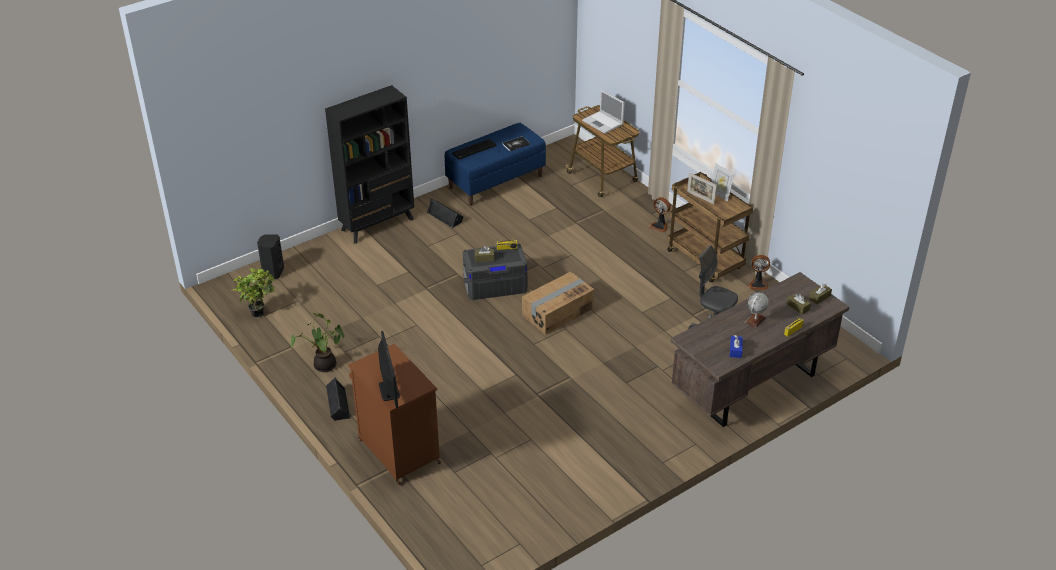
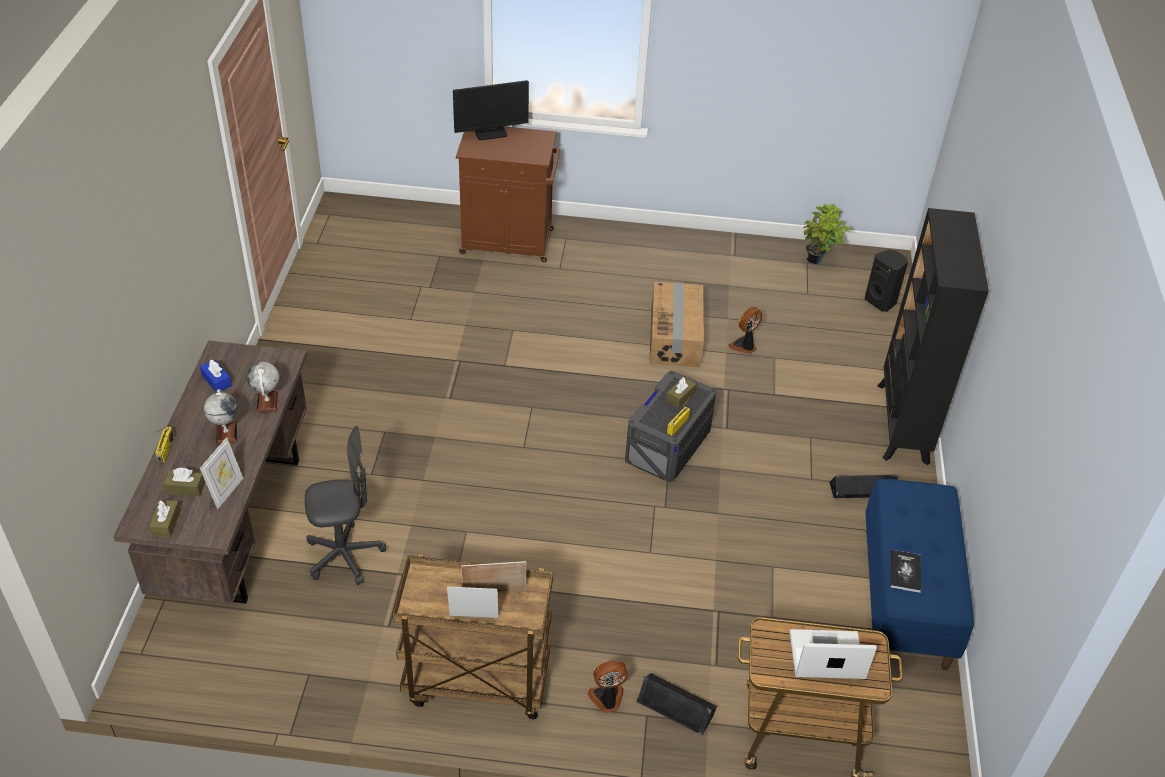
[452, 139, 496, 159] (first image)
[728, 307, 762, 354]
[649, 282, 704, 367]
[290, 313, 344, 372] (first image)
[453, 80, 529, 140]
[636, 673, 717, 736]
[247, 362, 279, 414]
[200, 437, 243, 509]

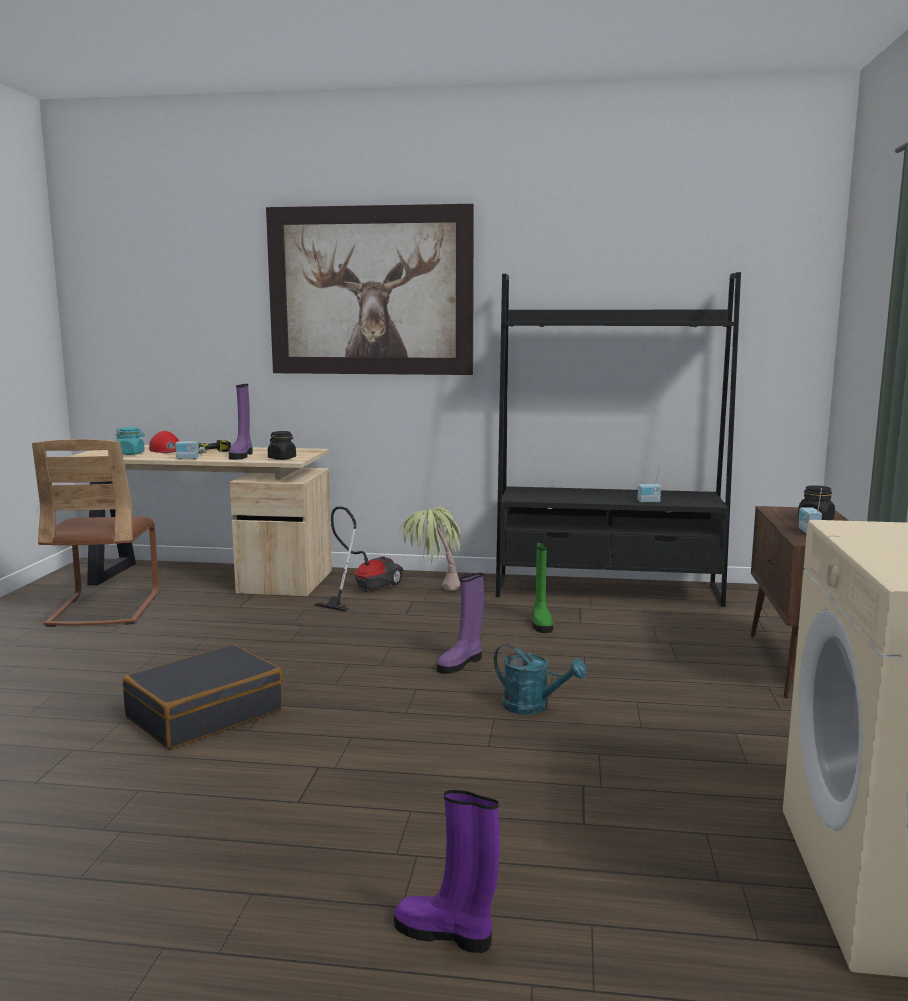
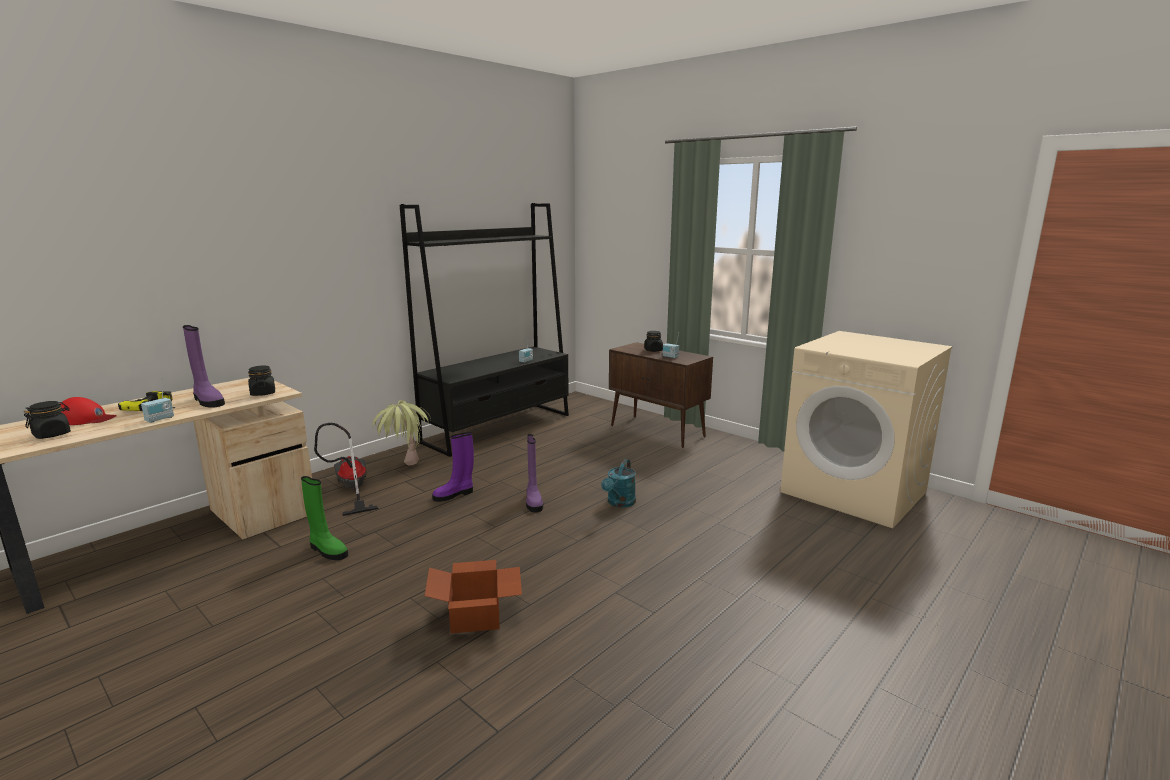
[266, 204, 474, 375] (first image)
[24, 401, 71, 439]
[32, 439, 159, 627] (first image)
[301, 476, 348, 560]
[425, 560, 522, 634]
[601, 459, 636, 507]
[432, 432, 474, 502]

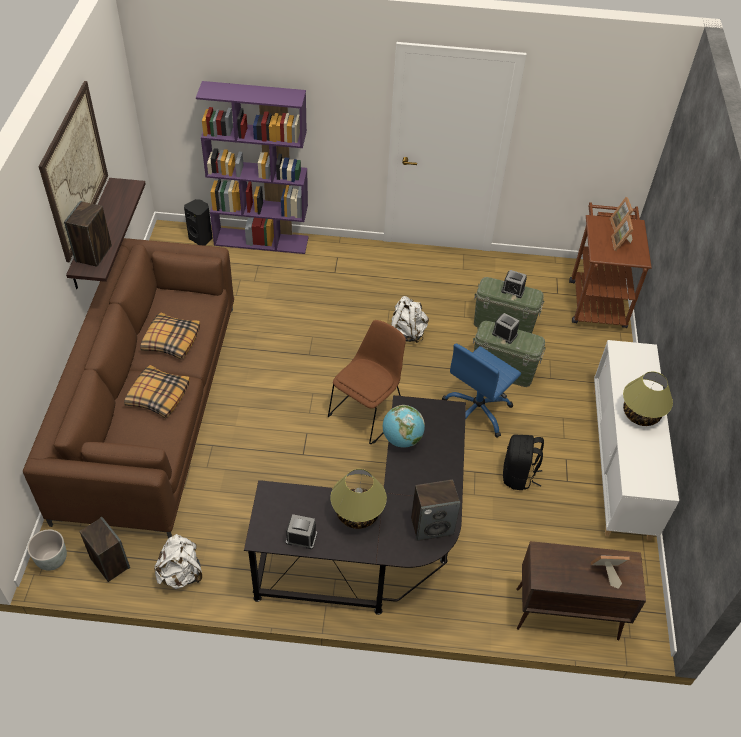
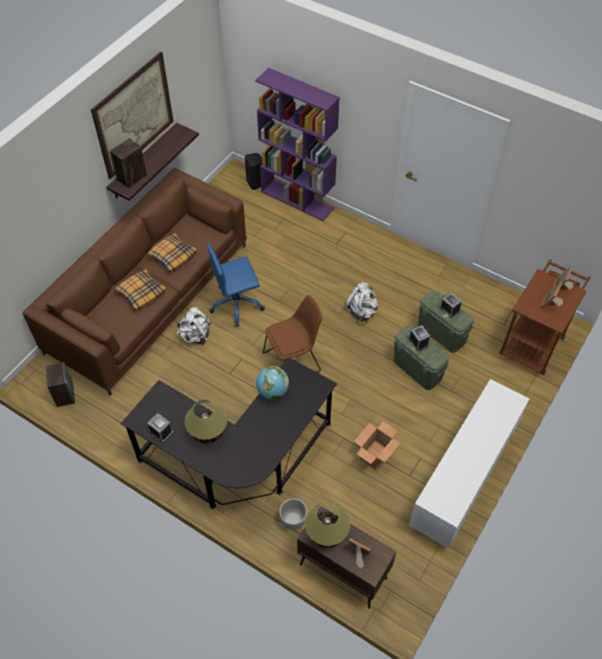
[207, 245, 265, 327]
[305, 503, 350, 548]
[354, 421, 400, 469]
[411, 480, 461, 541] (first image)
[279, 498, 307, 530]
[176, 307, 211, 345]

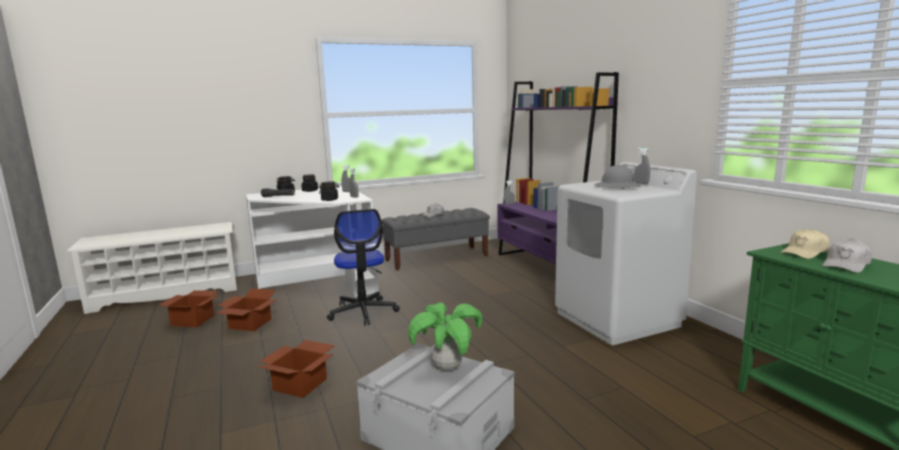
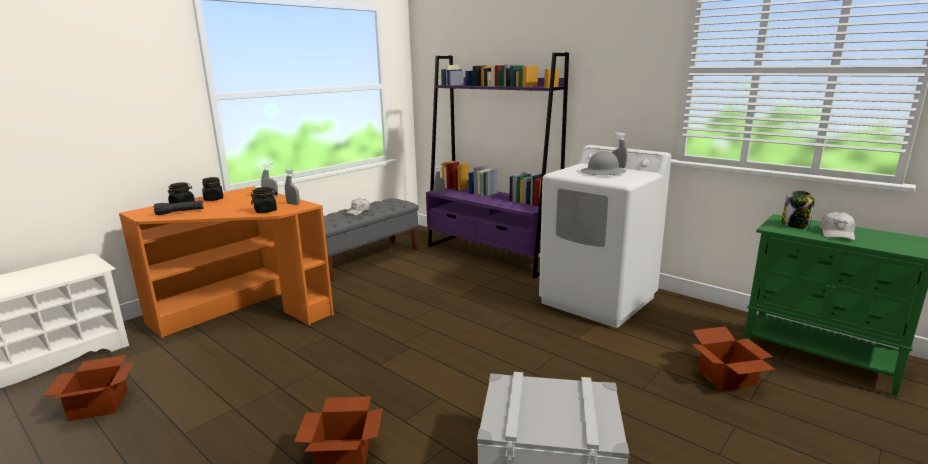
[119, 187, 334, 338]
[327, 209, 400, 326] (first image)
[781, 190, 815, 229]
[692, 326, 776, 390]
[408, 302, 483, 371] (first image)

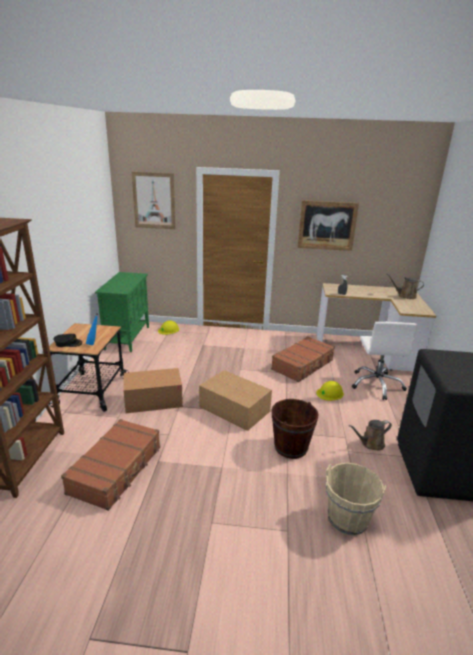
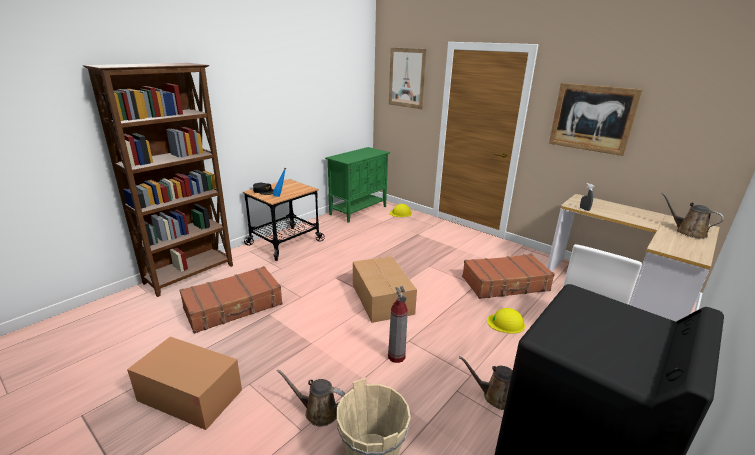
[127, 337, 242, 430]
[388, 286, 408, 363]
[277, 369, 345, 427]

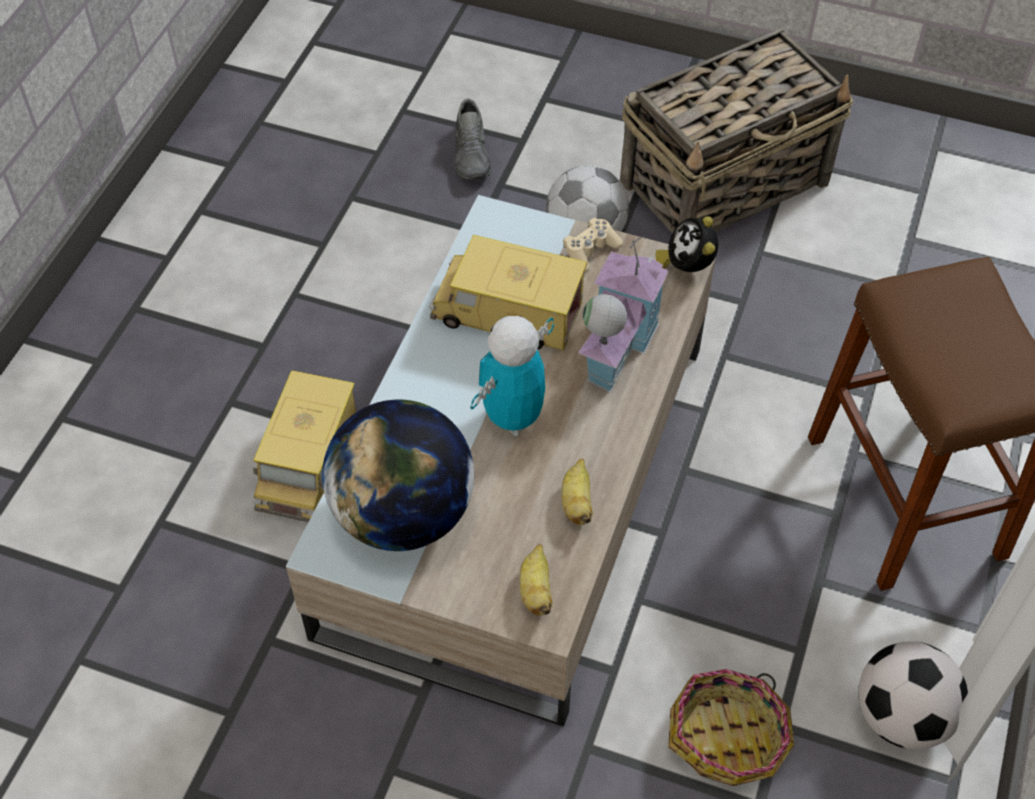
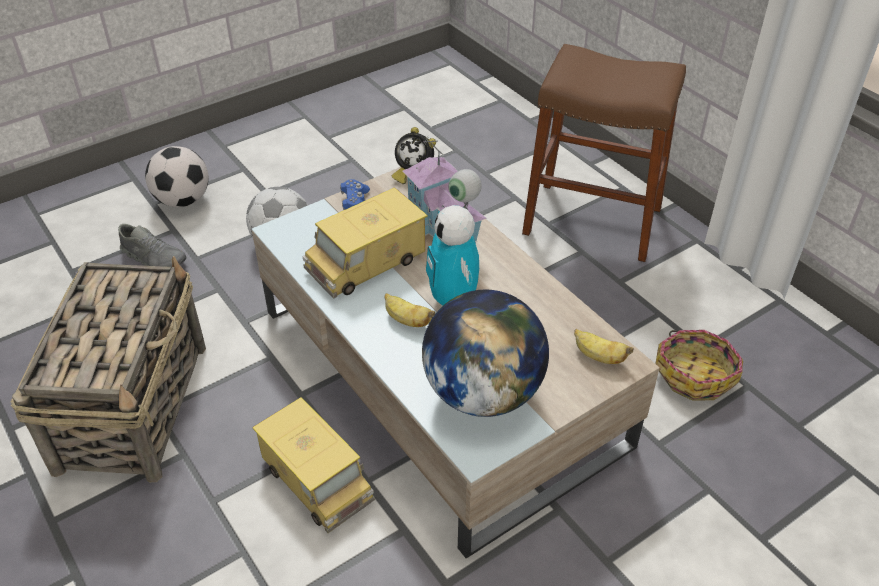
[11, 256, 206, 482]
[340, 179, 370, 210]
[385, 293, 435, 327]
[145, 146, 209, 207]

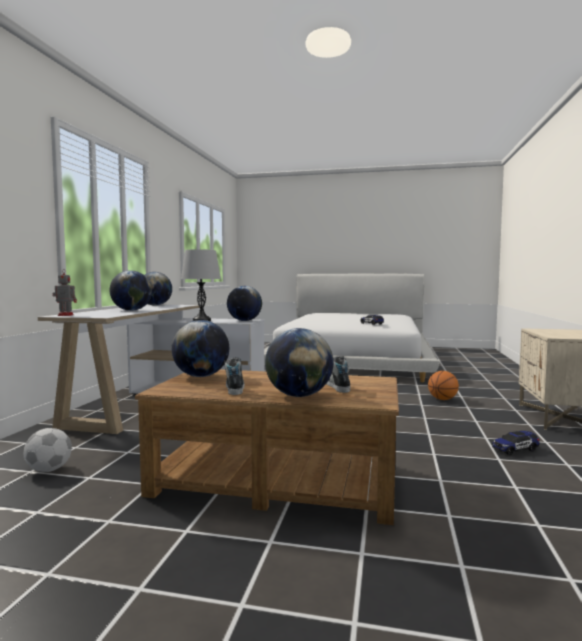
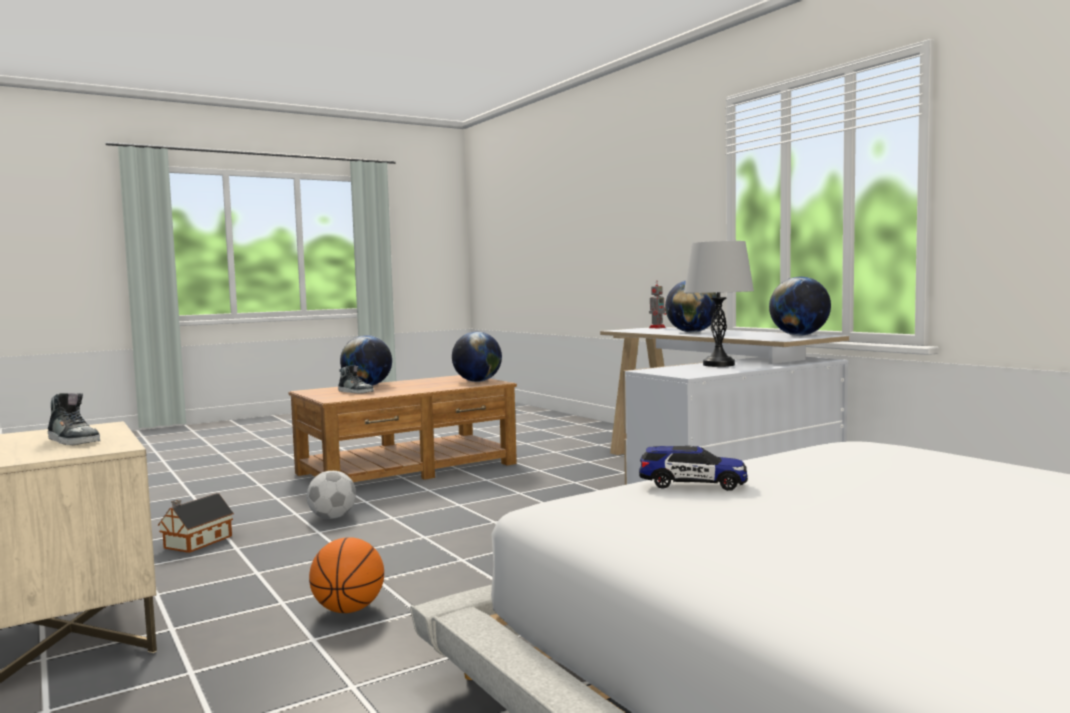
[227, 286, 262, 321] (first image)
[48, 393, 100, 445]
[307, 471, 356, 519]
[158, 493, 234, 553]

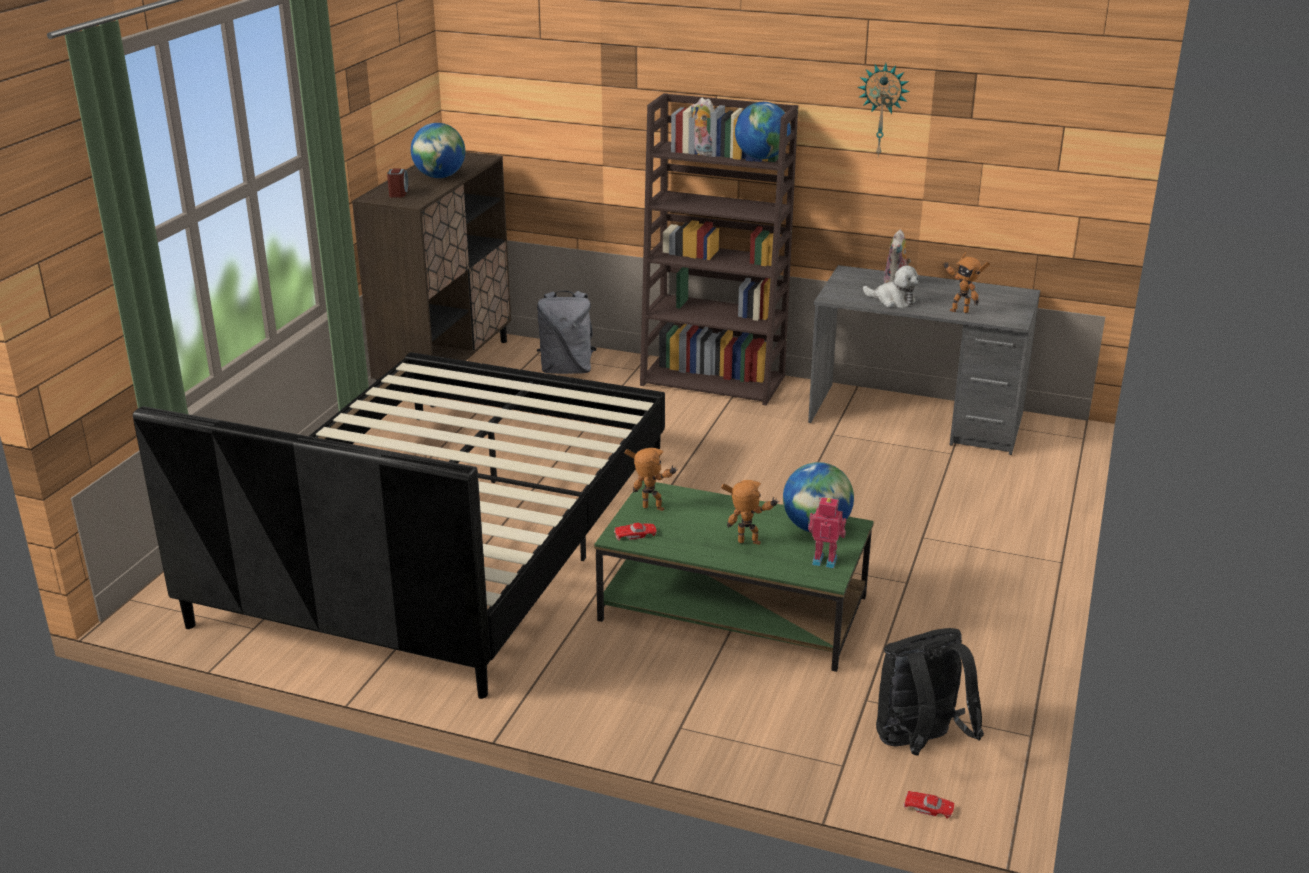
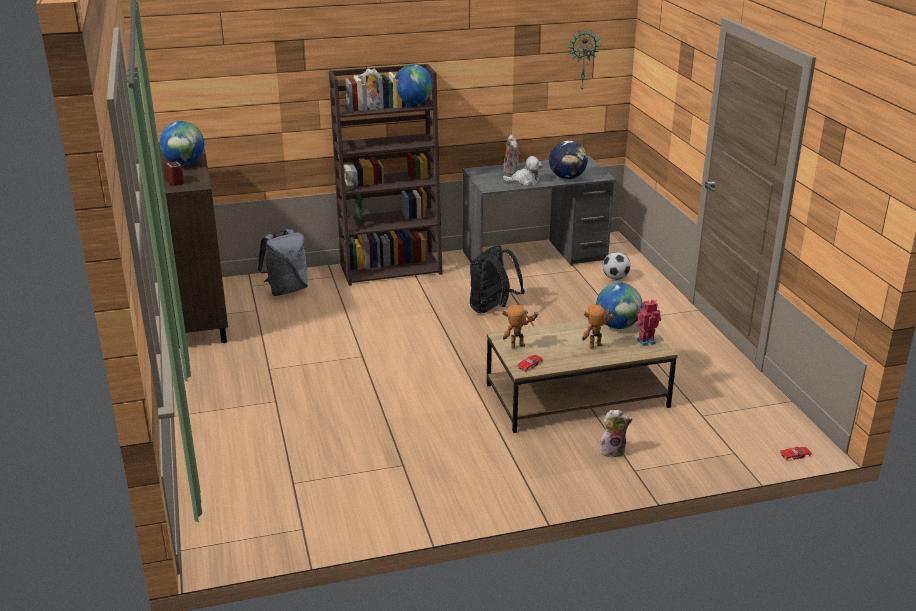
[568, 29, 601, 89]
[549, 140, 588, 179]
[133, 352, 665, 699] (first image)
[487, 319, 678, 433]
[470, 245, 525, 313]
[603, 252, 631, 280]
[599, 410, 632, 458]

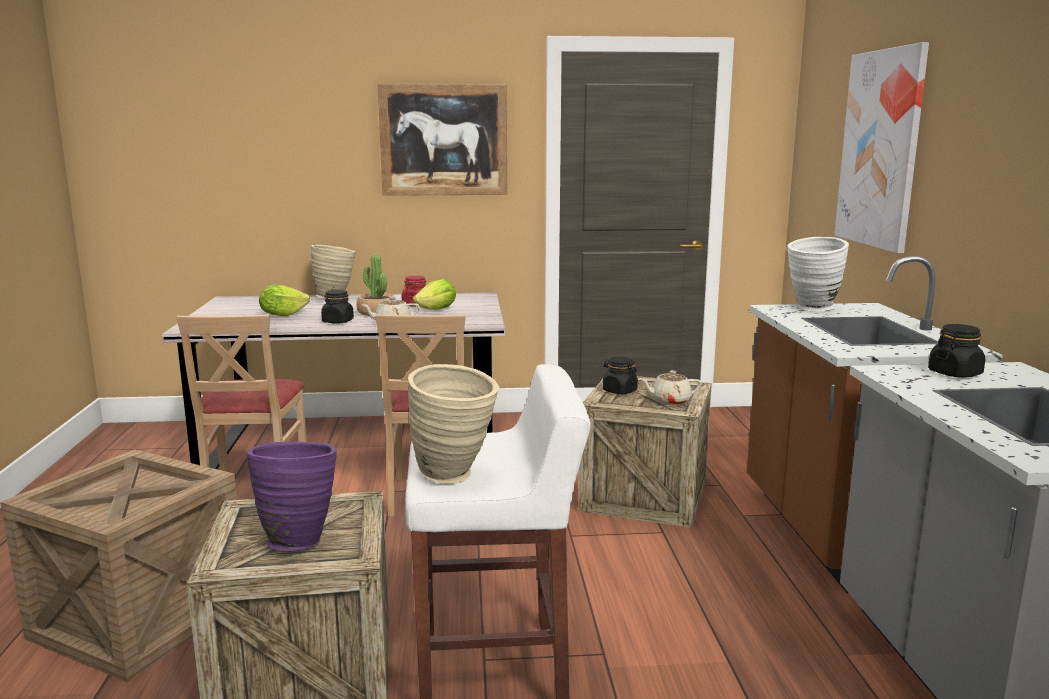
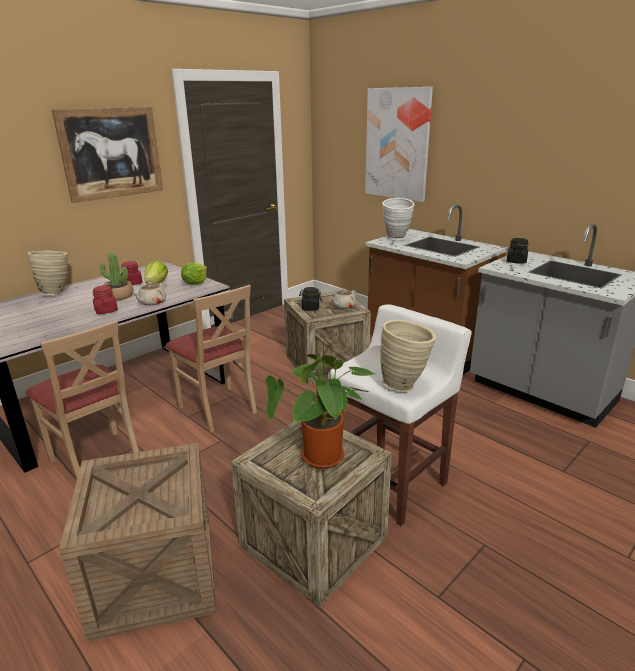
[181, 262, 207, 285]
[93, 285, 118, 314]
[266, 349, 375, 469]

